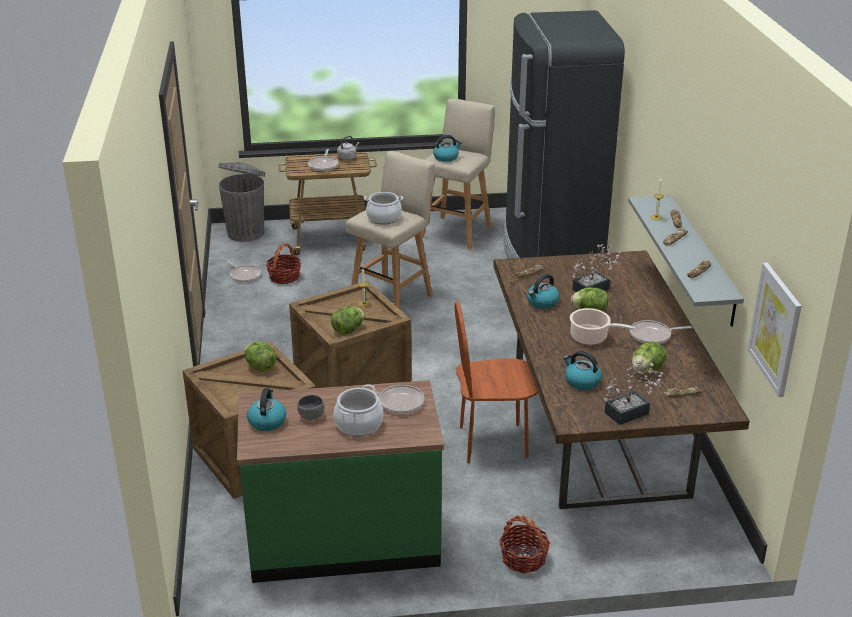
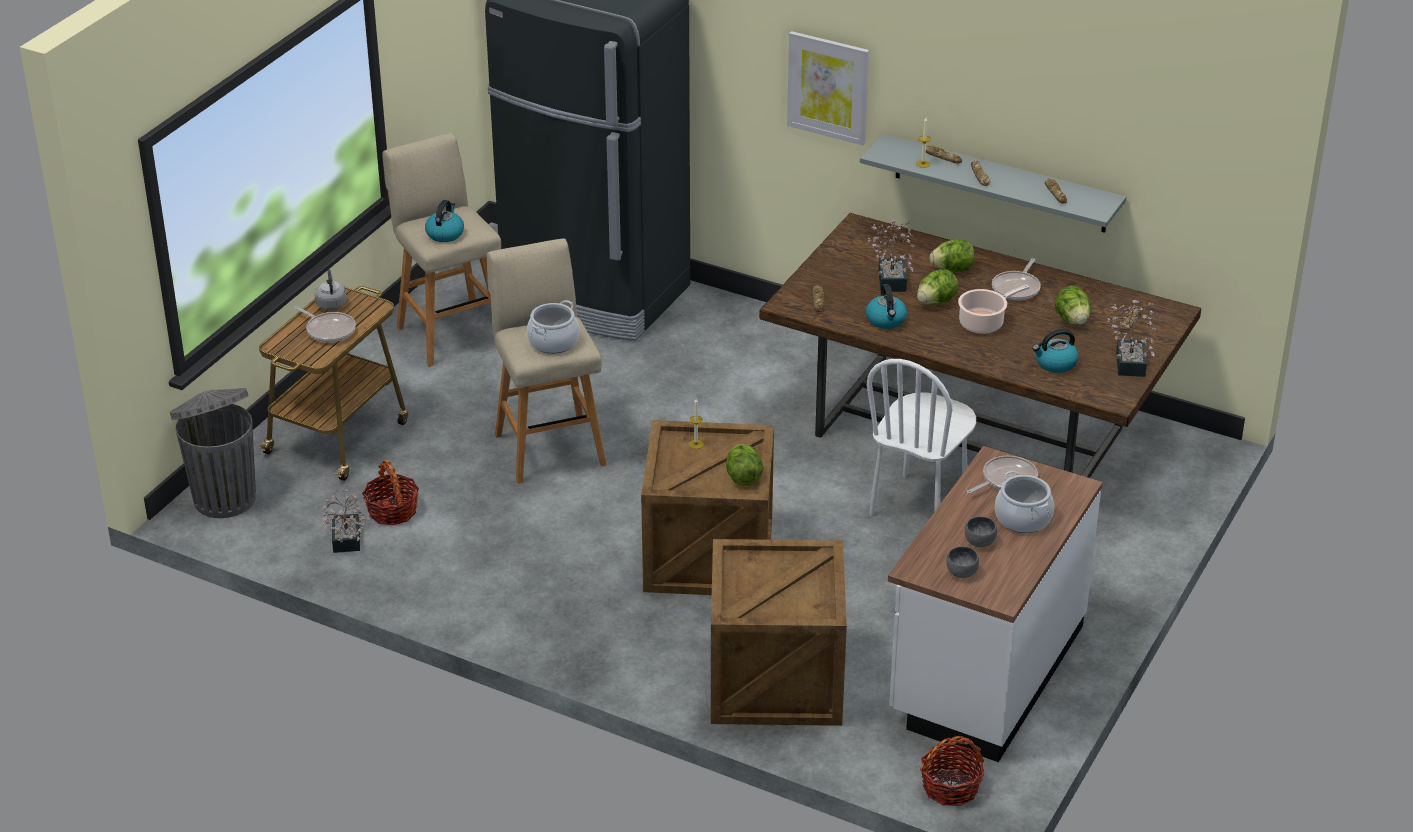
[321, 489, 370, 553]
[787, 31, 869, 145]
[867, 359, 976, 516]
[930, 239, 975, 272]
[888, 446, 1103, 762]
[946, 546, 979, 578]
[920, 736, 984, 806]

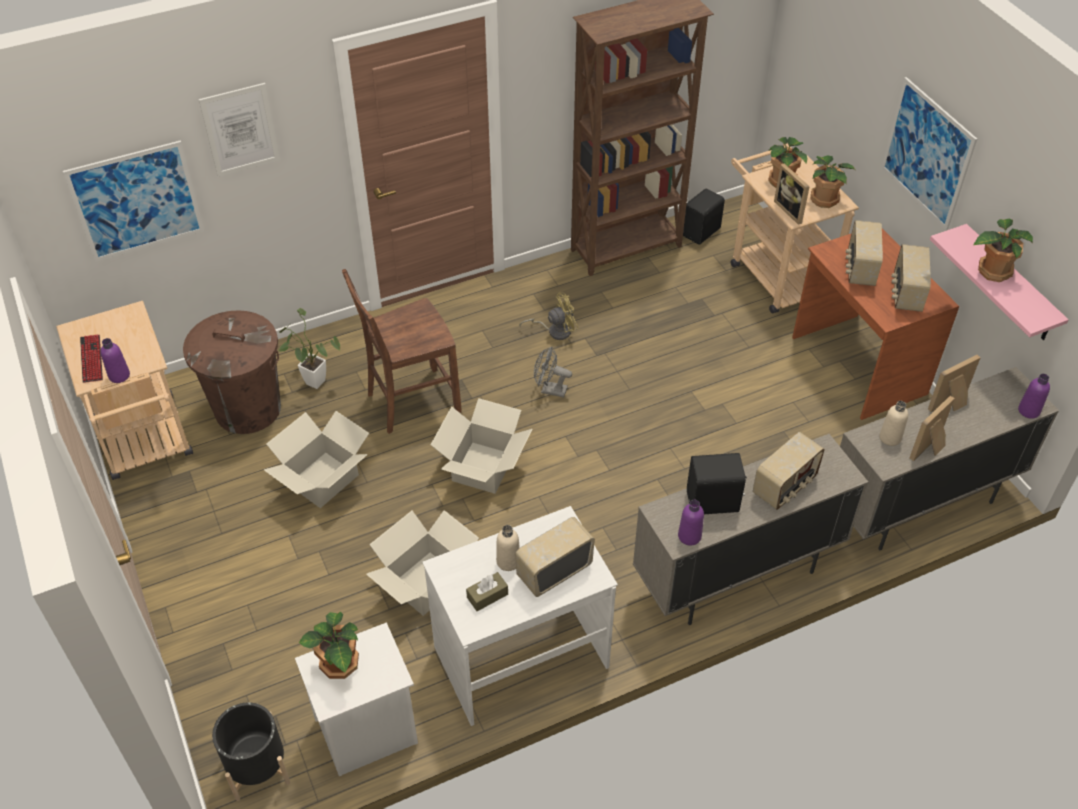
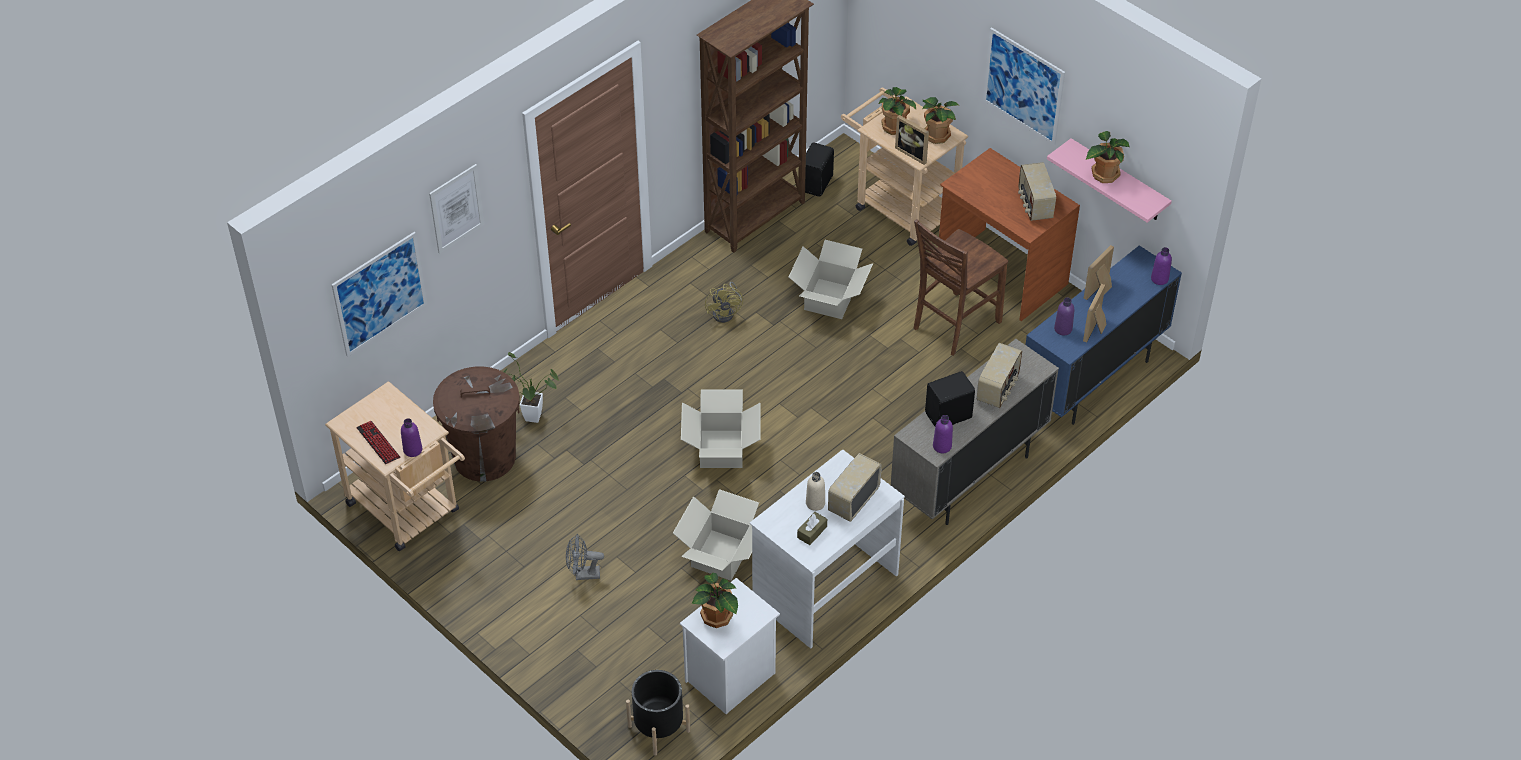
[846, 220, 883, 286] (first image)
[914, 219, 1008, 356]
[705, 282, 743, 323]
[566, 534, 604, 580]
[1026, 246, 1182, 425]
[1054, 297, 1074, 335]
[789, 240, 873, 319]

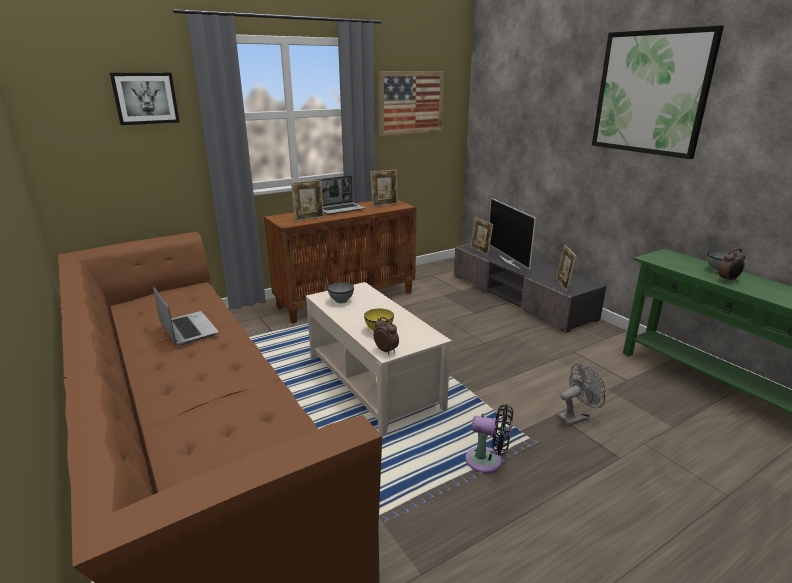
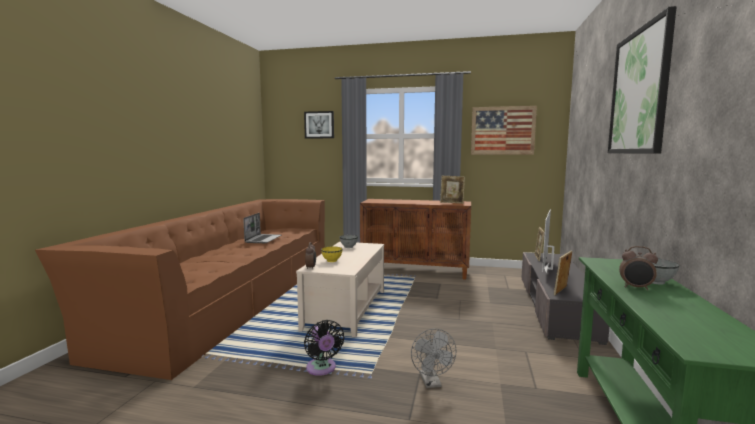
[315, 175, 365, 215] (first image)
[291, 179, 324, 222] (first image)
[411, 329, 457, 388]

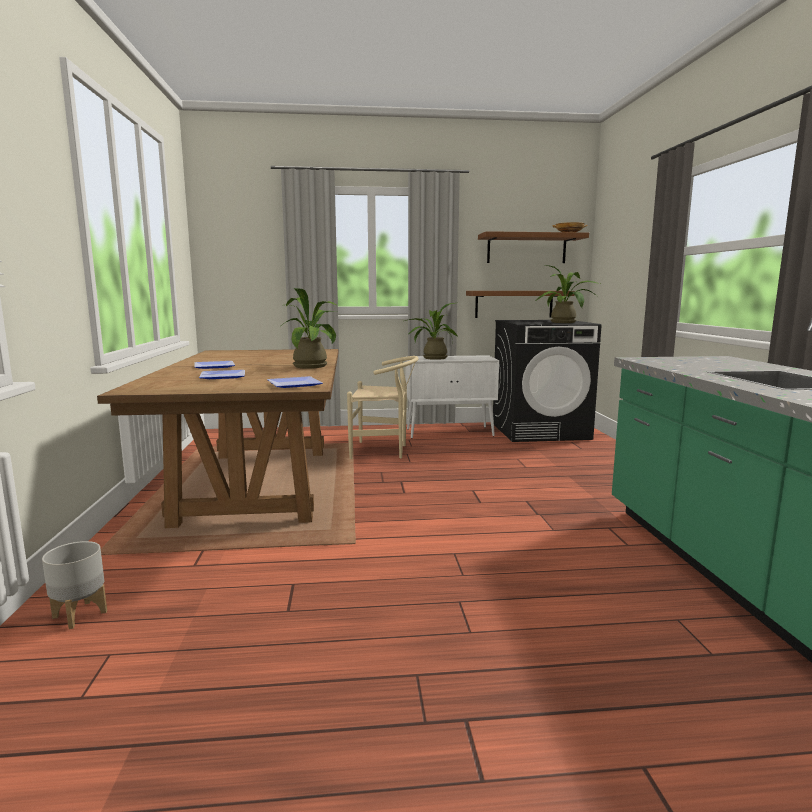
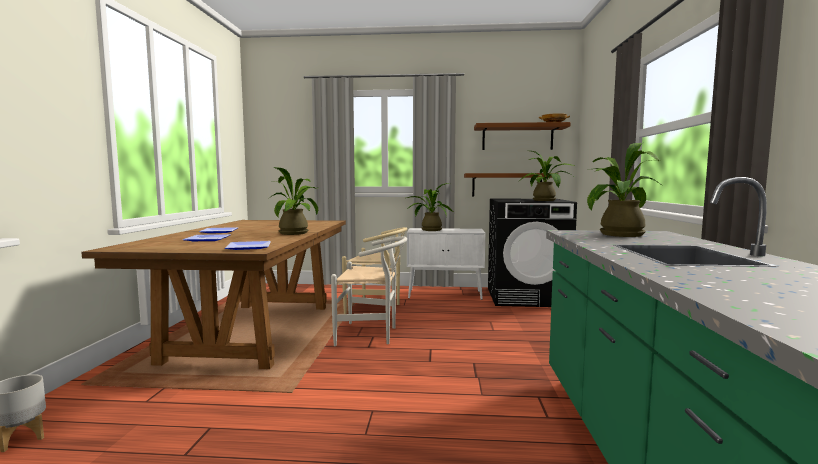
[587, 143, 662, 237]
[331, 236, 407, 346]

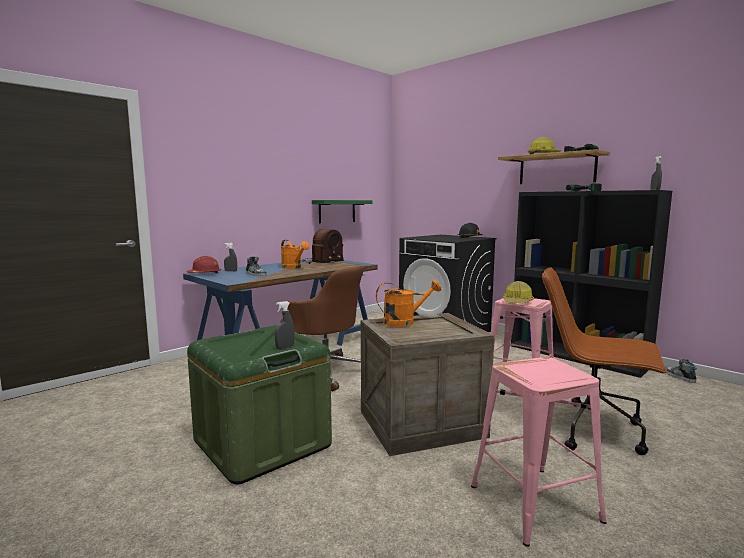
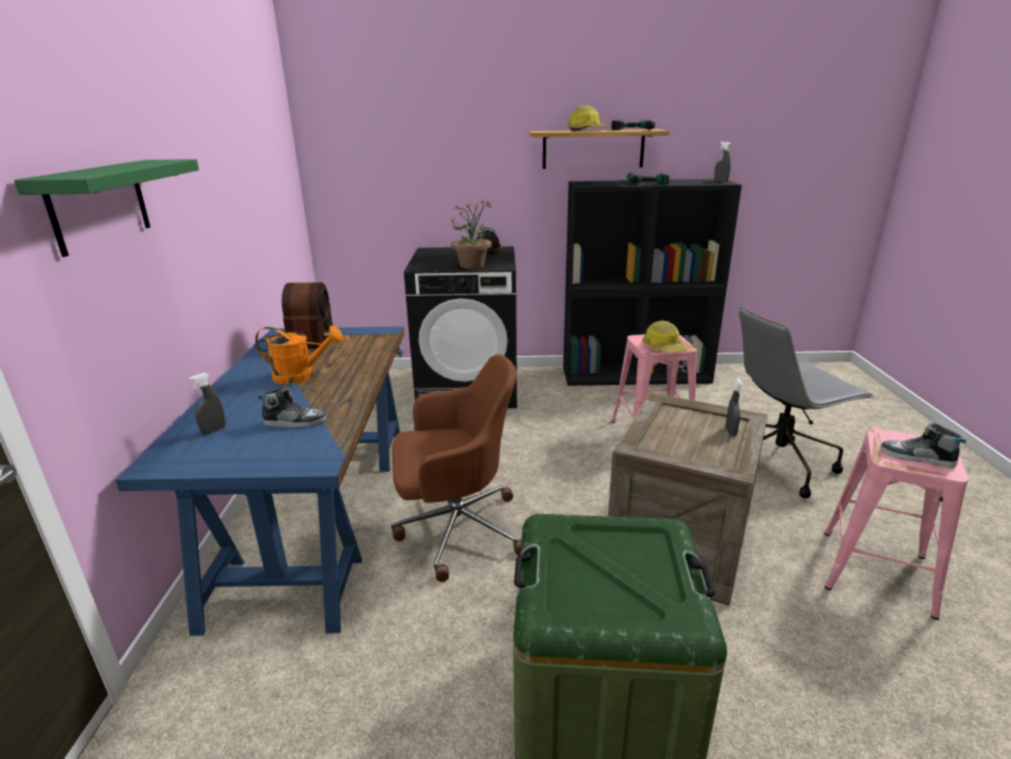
[14, 159, 199, 257]
[187, 256, 221, 274] (first image)
[739, 307, 875, 498]
[376, 280, 441, 327] (first image)
[725, 378, 743, 436]
[880, 423, 966, 468]
[450, 199, 496, 269]

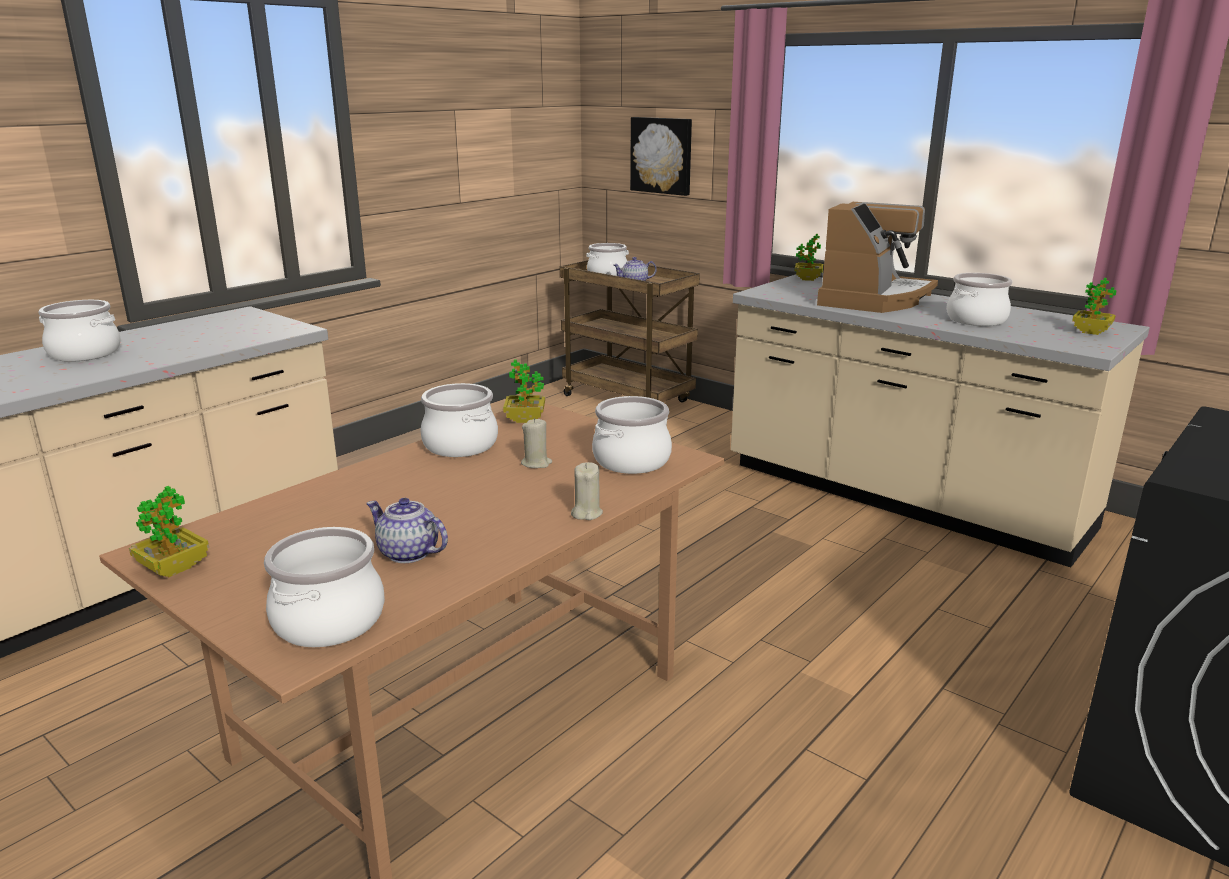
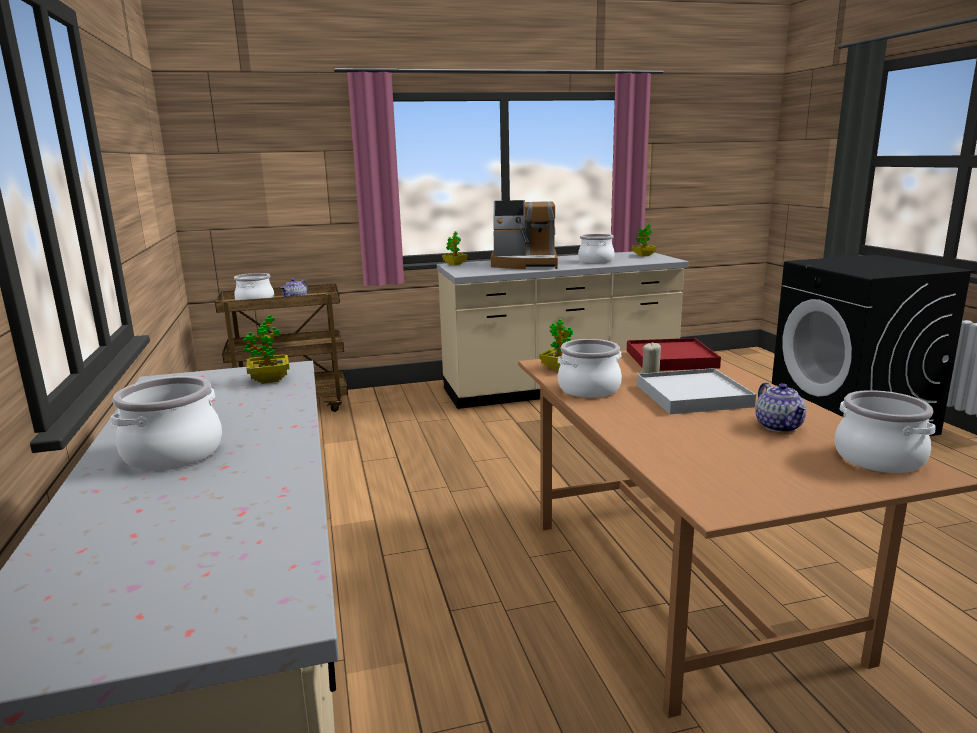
[630, 117, 692, 196] (first image)
[491, 200, 558, 269]
[627, 338, 721, 371]
[571, 462, 603, 520] (first image)
[243, 315, 290, 384]
[755, 382, 807, 432]
[637, 368, 756, 414]

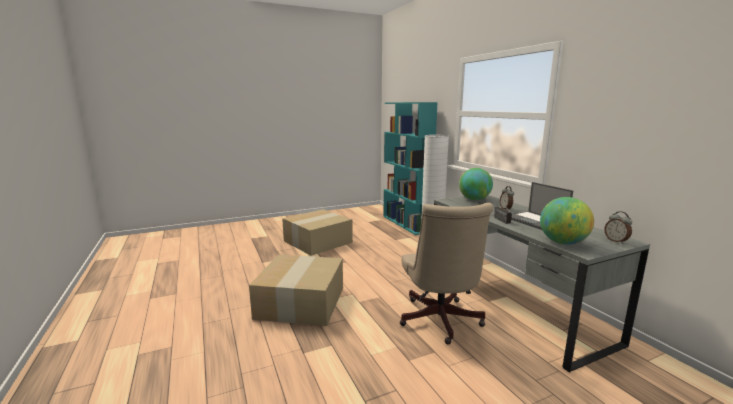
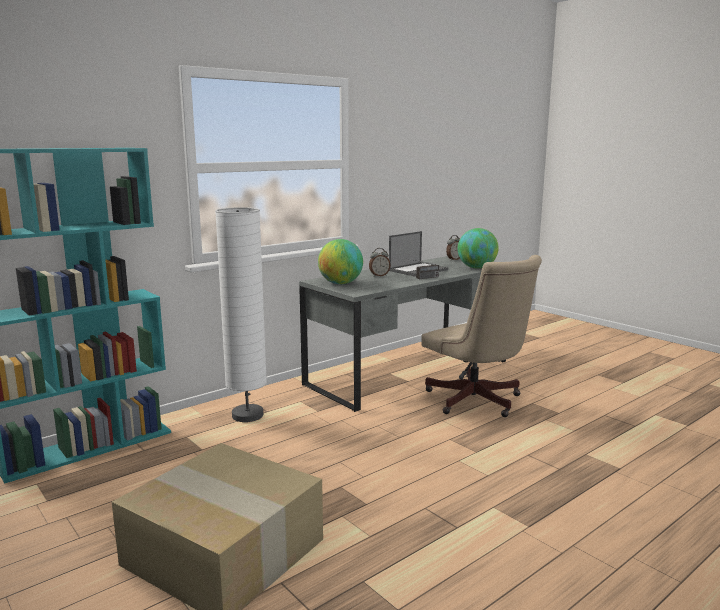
[421, 255, 542, 417]
[249, 254, 343, 326] (first image)

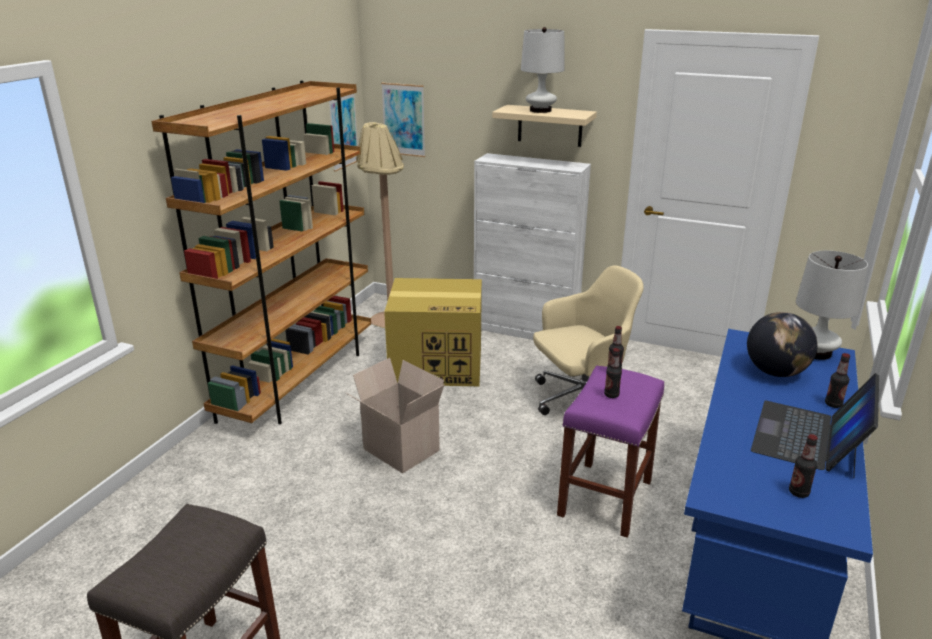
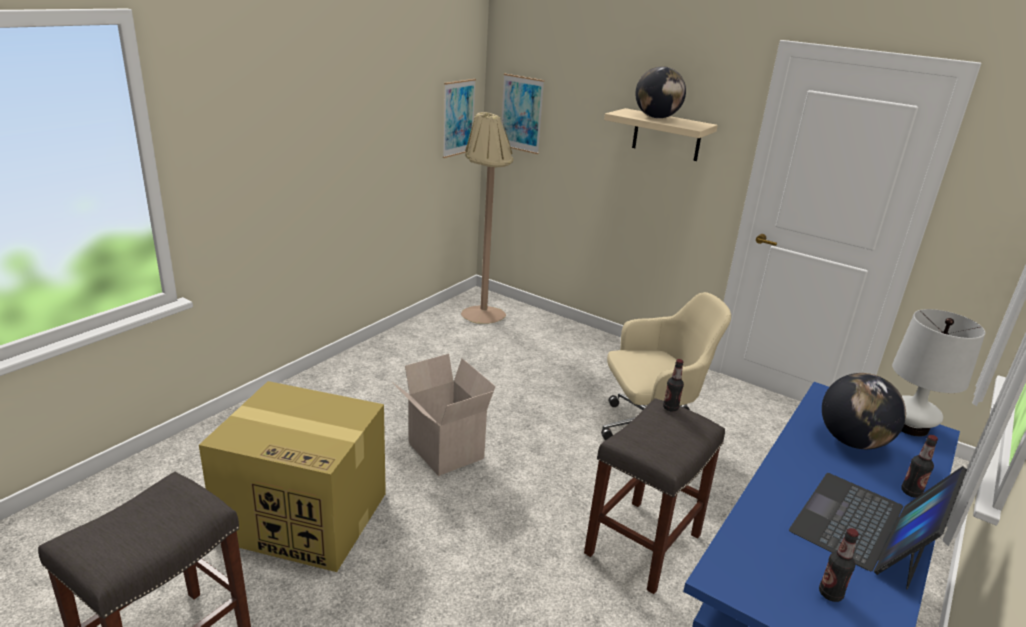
[635, 66, 686, 118]
[151, 81, 371, 424] (first image)
[474, 153, 591, 340] (first image)
[199, 381, 386, 572]
[604, 348, 622, 398] (first image)
[584, 398, 725, 594]

